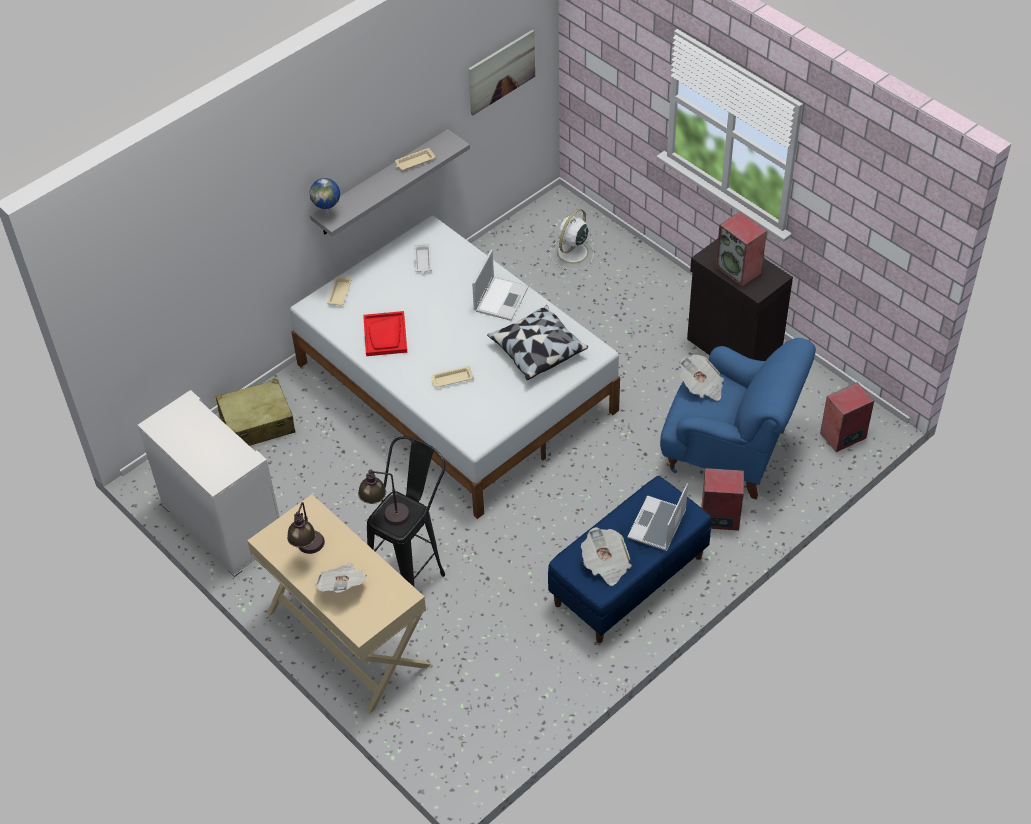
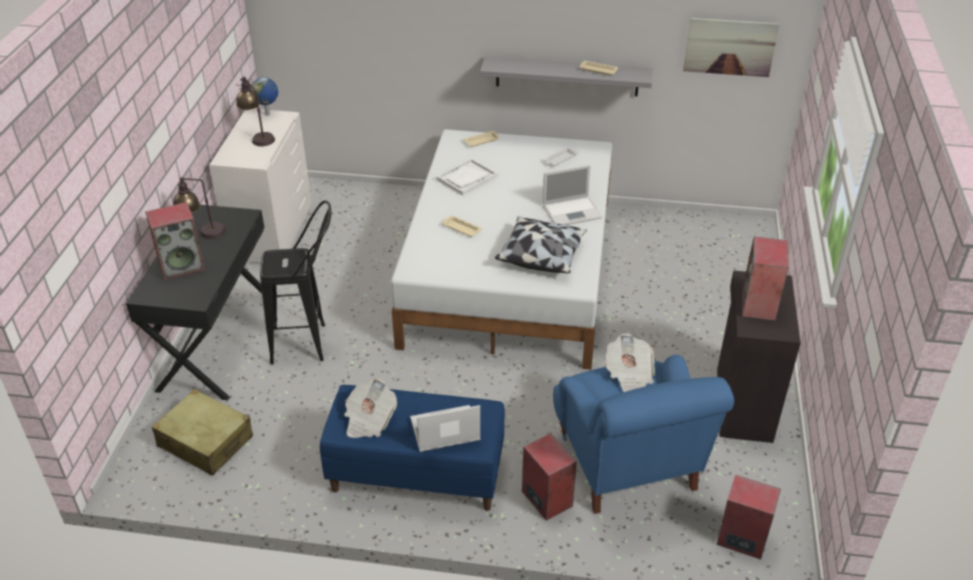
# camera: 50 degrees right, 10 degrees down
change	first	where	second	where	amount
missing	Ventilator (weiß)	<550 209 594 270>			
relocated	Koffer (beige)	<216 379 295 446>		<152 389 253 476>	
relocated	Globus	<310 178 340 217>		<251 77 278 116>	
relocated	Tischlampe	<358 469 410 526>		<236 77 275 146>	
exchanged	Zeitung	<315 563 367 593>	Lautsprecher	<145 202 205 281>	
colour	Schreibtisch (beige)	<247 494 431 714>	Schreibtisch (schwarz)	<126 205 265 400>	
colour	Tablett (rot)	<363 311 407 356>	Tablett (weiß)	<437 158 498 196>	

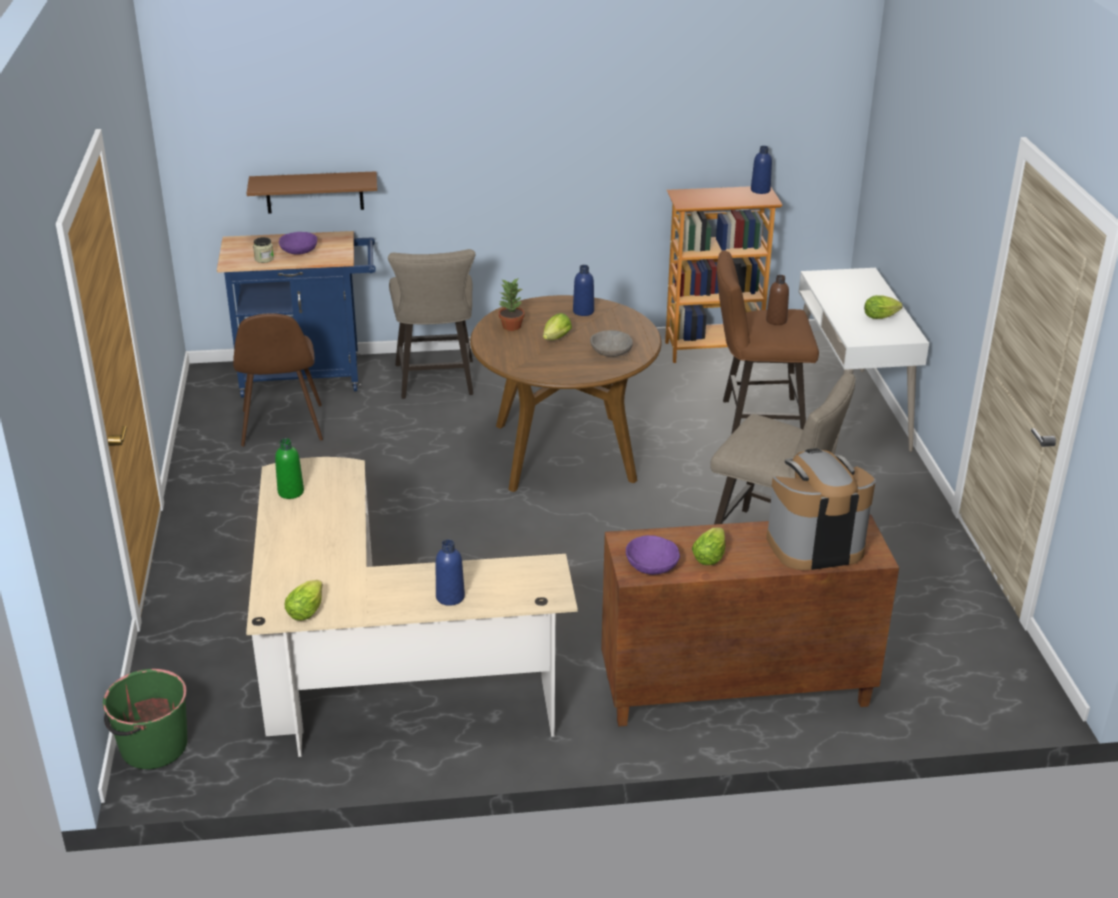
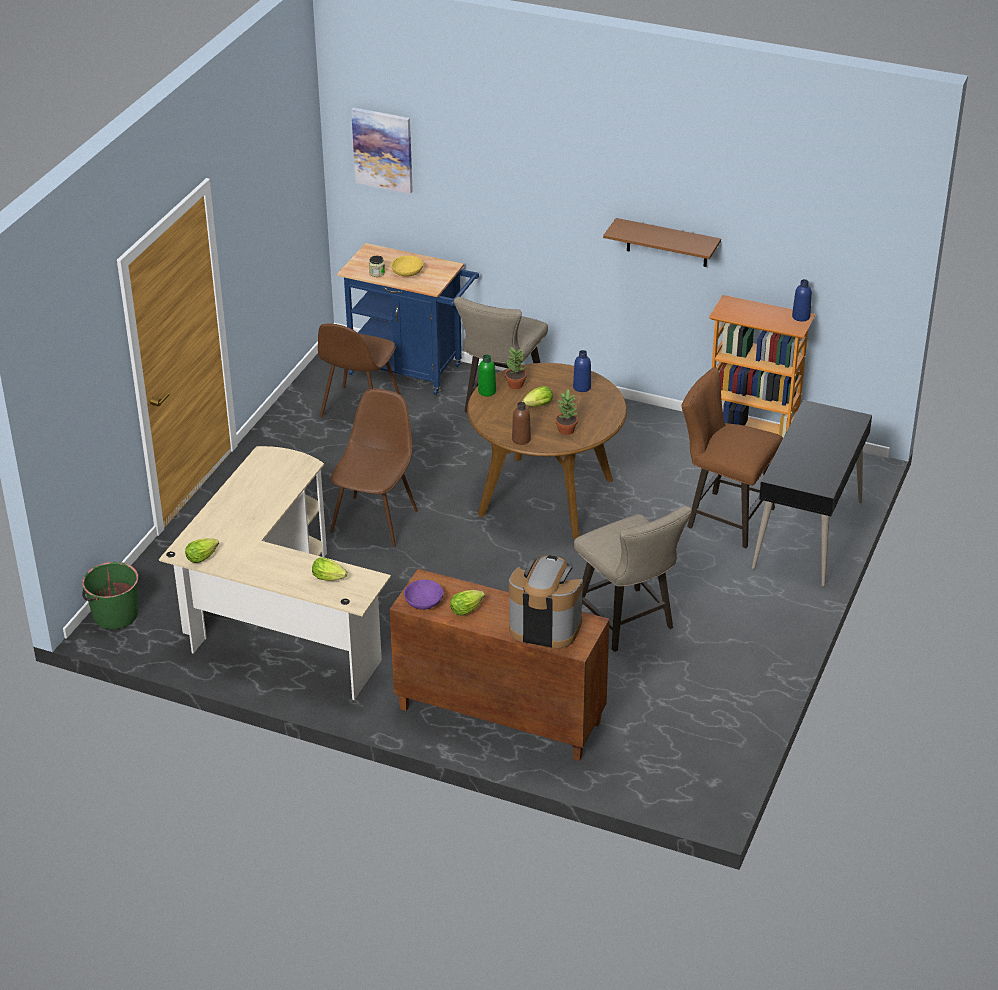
# camera: 30 degrees right, 5 degrees up
change	first	where	second	where	amount
missing	Flasche (blau)	<436 540 465 606>			
appeared			Stuhl (braun)	<330 388 418 547>	
appeared			Bild	<351 107 413 194>	
relocated	Wandregal (braun)	<247 171 377 214>		<603 218 721 267>	
relocated	Flasche (grün)	<275 438 304 499>		<478 354 496 396>	
relocated	Flasche (braun)	<766 275 789 325>		<512 402 531 445>	
relocated	Salatkopf	<864 295 903 319>		<312 557 348 581>	
exchanged	Schüssel (grau)	<590 330 633 357>	Topfpflanze	<555 390 578 435>	
colour	Schüssel (lila)	<279 232 317 255>	Schüssel (gelb)	<391 256 423 277>	
colour	Schreibtisch (weiß)	<794 268 929 454>	Schreibtisch (schwarz)	<752 400 872 587>	

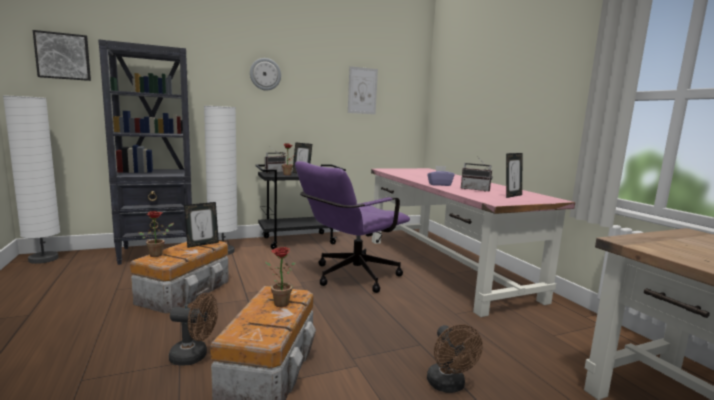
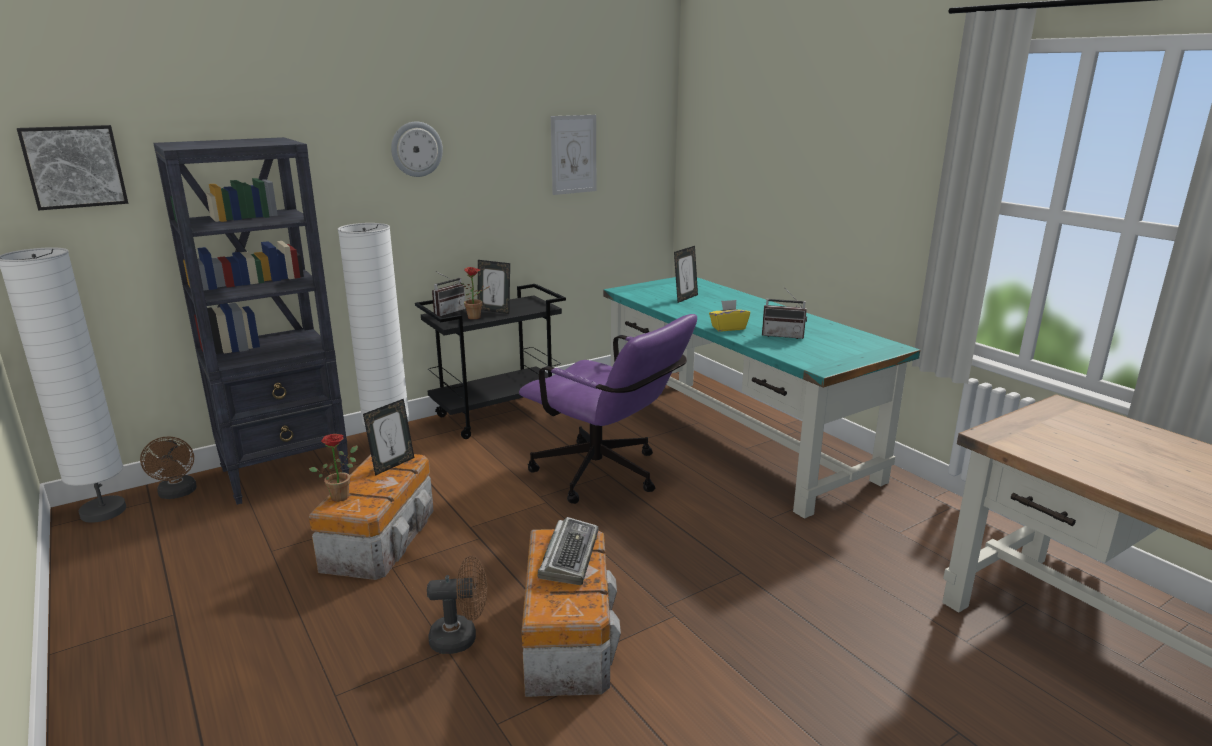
# camera: 10 degrees left, 10 degrees up
change	first	where	second	where	amount
relocated	Ventilator (braun)	<427 324 483 393>		<140 436 197 499>	
relocated	Bilderrahmen	<506 153 522 198>		<674 246 698 303>	
exchanged	Topfpflanze	<265 247 296 307>	Tastatur	<537 517 599 585>	
colour	Schreibtisch (rosa)	<371 168 575 317>	Schreibtisch (türkis)	<603 277 921 519>	
colour	Taschentuchbox (lila)	<427 166 455 186>	Taschentuchbox (gelb)	<709 300 750 331>	
spun	Bürostuhl (lila)	<295 161 410 293>		<519 314 697 504>	90 degrees counterclockwise

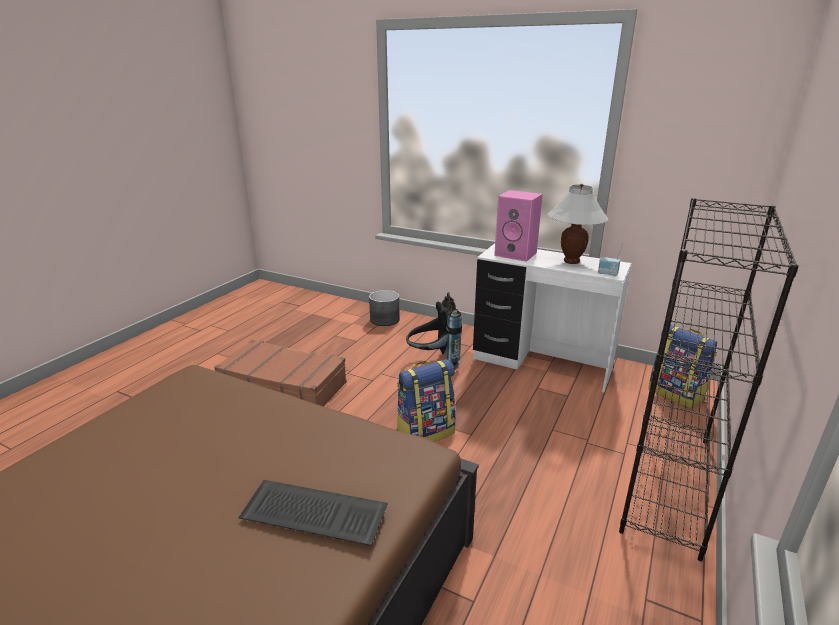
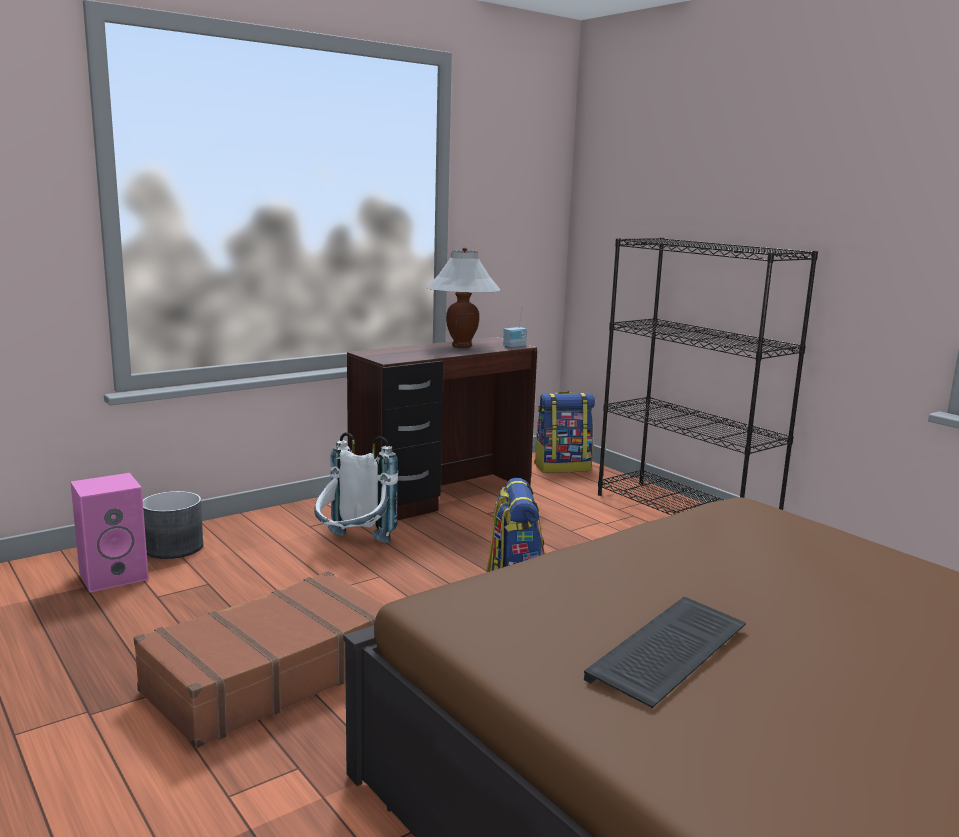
# camera: 65 degrees left, 10 degrees down
change	first	where	second	where	amount
relocated	Tastatur	<238 480 388 546>		<584 596 746 708>	
relocated	Lautsprecher (rosa)	<494 190 543 262>		<71 473 149 593>	
colour	Rucksack (schwarz)	<406 292 462 369>	Rucksack (weiß)	<314 432 398 543>	
colour	Schreibtisch (weiß)	<473 243 632 393>	Schreibtisch (braun)	<347 337 537 521>	

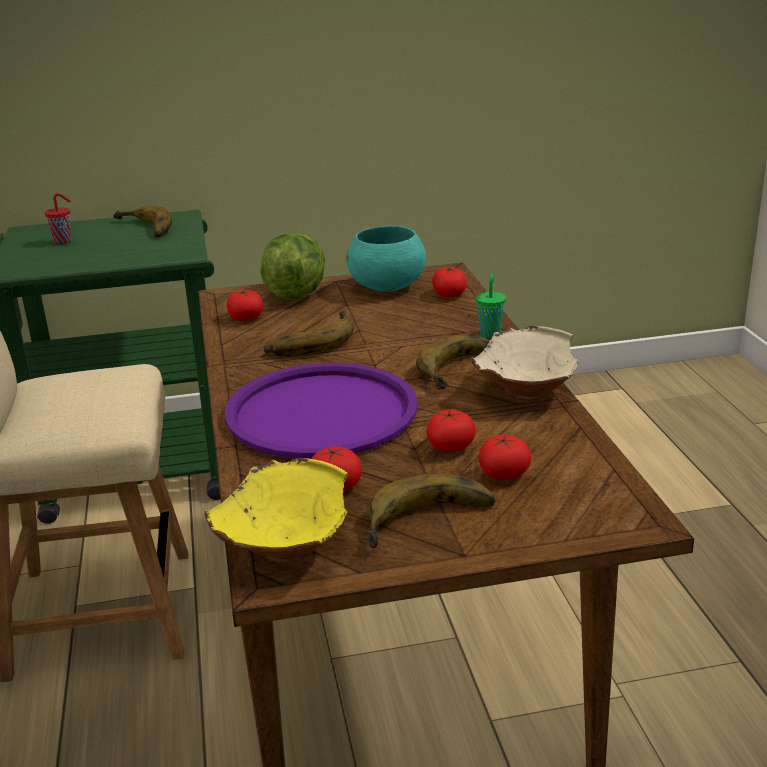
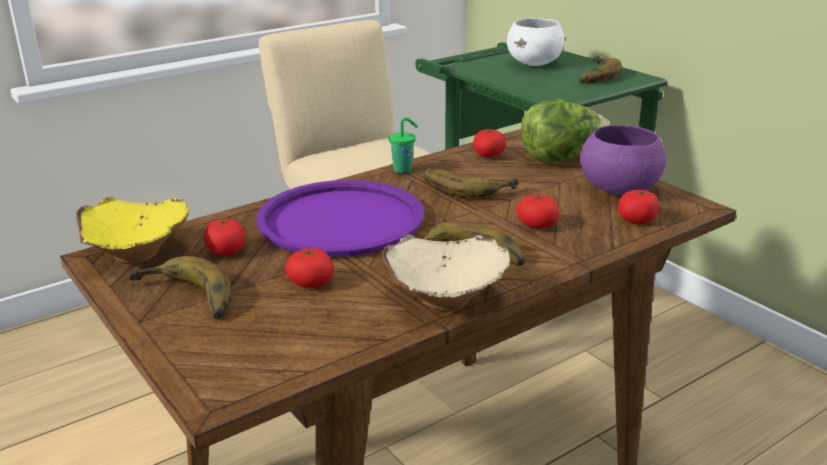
# camera: 65 degrees right, 0 degrees up
change	first	where	second	where	amount
relocated	Tasse (grün)	<475 274 506 338>		<389 117 418 173>	
relocated	Tomate	<478 434 531 480>		<516 194 559 229>	
exchanged	Tasse (rot)	<45 193 71 244>	Schüssel (weiß)	<507 18 565 66>	
colour	Schüssel (türkis)	<346 226 426 291>	Schüssel (lila)	<580 125 666 195>	

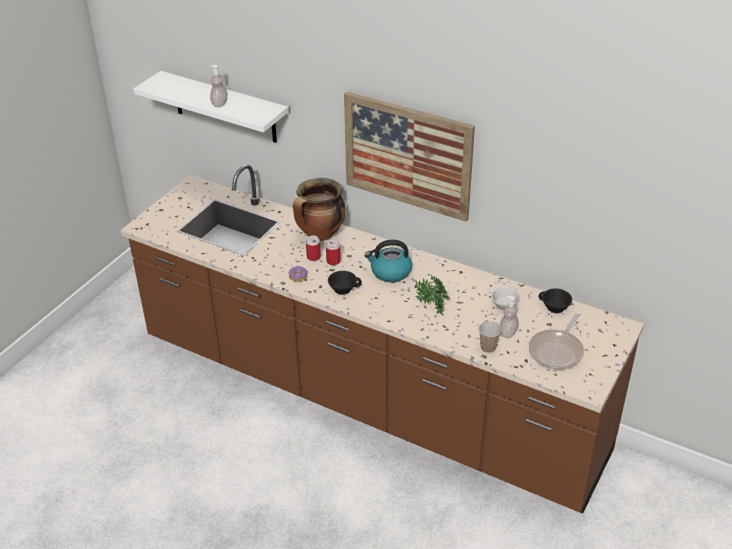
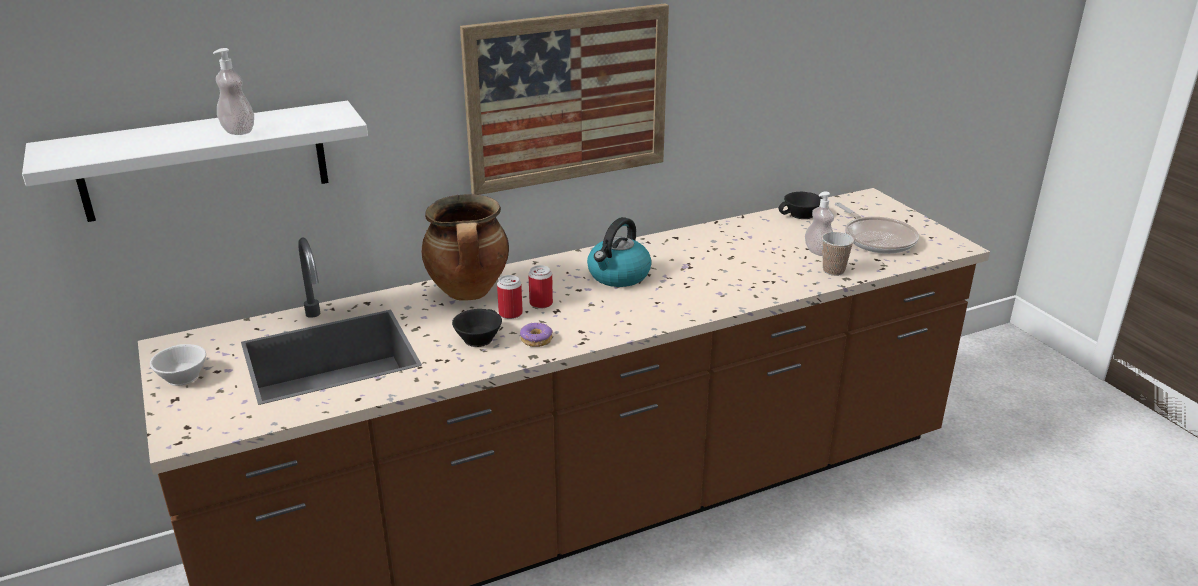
# camera: 55 degrees left, 10 degrees down
change	first	where	second	where	amount
missing	Topfpflanze	<414 275 450 315>			
relocated	Tasse (schwarz)	<328 271 362 295>		<452 309 502 347>	
relocated	Tasse (weiß)	<491 286 521 311>		<150 344 206 386>	

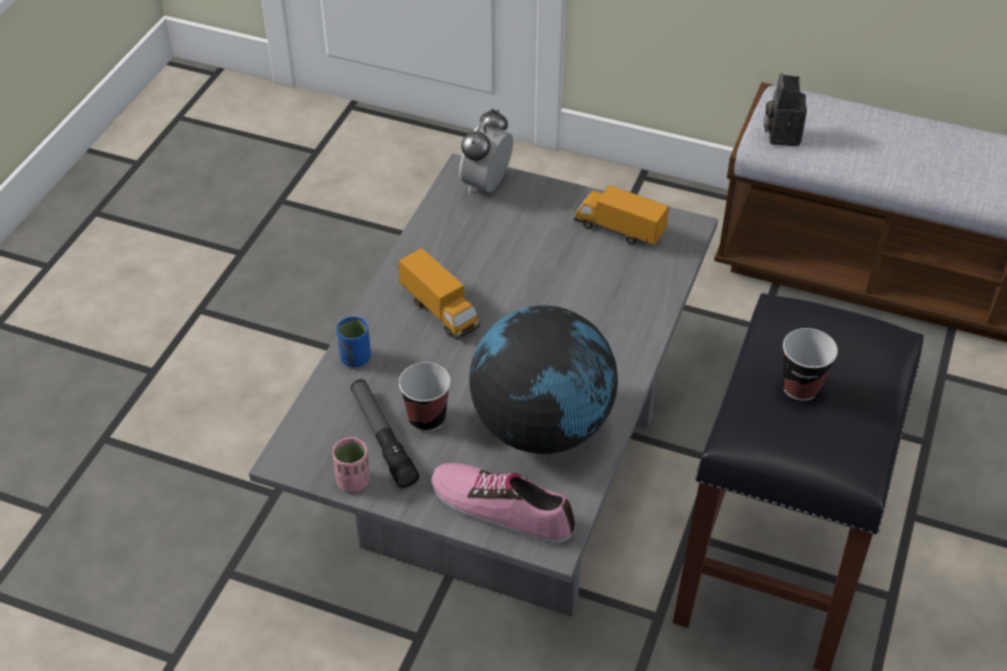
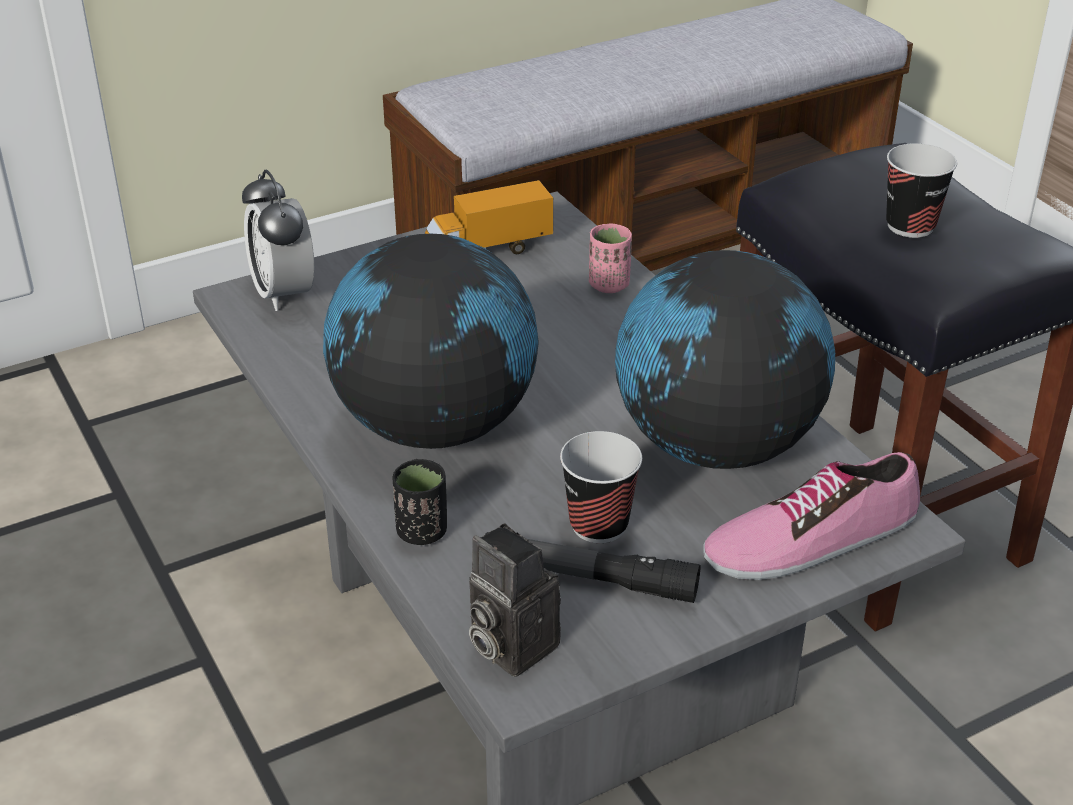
# camera: 50 degrees left, 10 degrees down
change	first	where	second	where	amount
relocated	Tasse (rosa)	<333 437 370 492>		<589 223 632 293>	
relocated	Kamera	<763 73 807 146>		<469 523 561 677>	
exchanged	Spielzeuglaster	<398 248 480 340>	Globus	<323 234 539 449>	
colour	Tasse (blau)	<336 316 371 367>	Tasse (schwarz)	<392 459 447 545>	

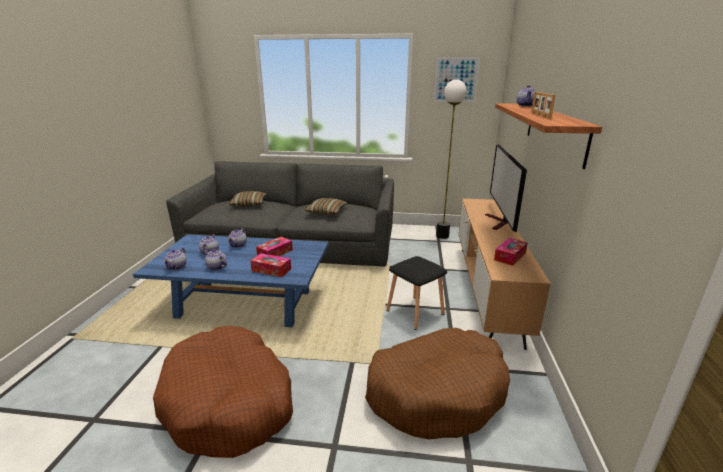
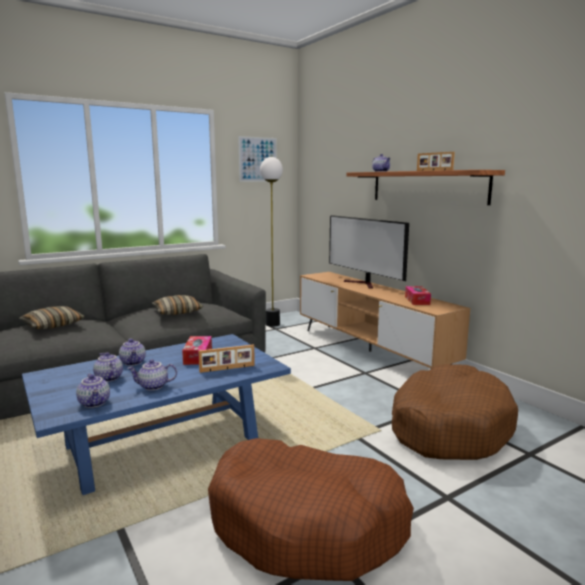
# camera: 40 degrees left, 10 degrees down
change	first	where	second	where	amount
missing	Hocker (schwarz)	<386 256 447 330>			
exchanged	Taschentuchbox	<250 253 291 277>	Bilderrahmen	<198 344 255 373>	

